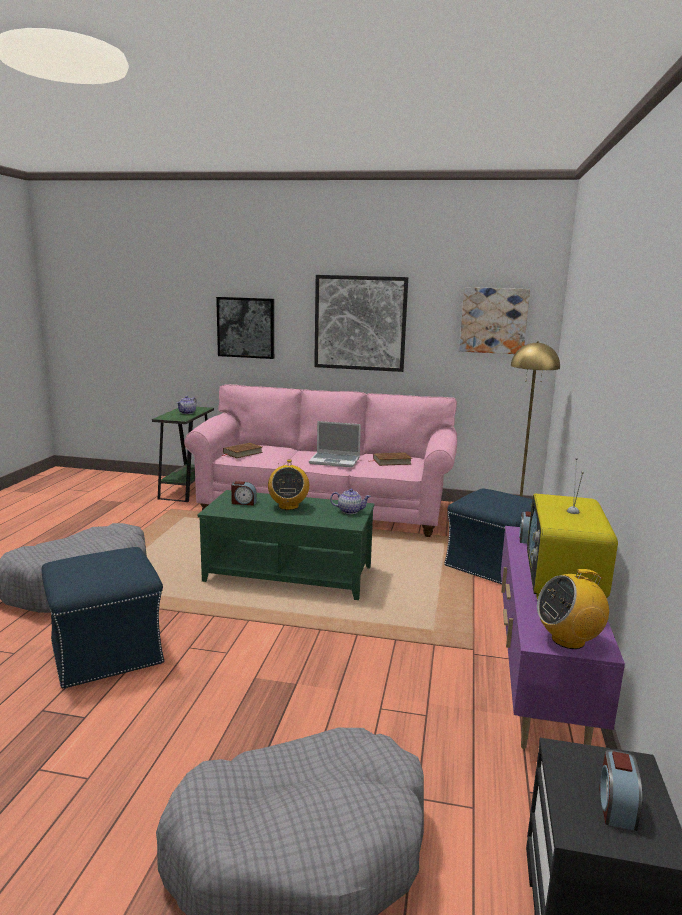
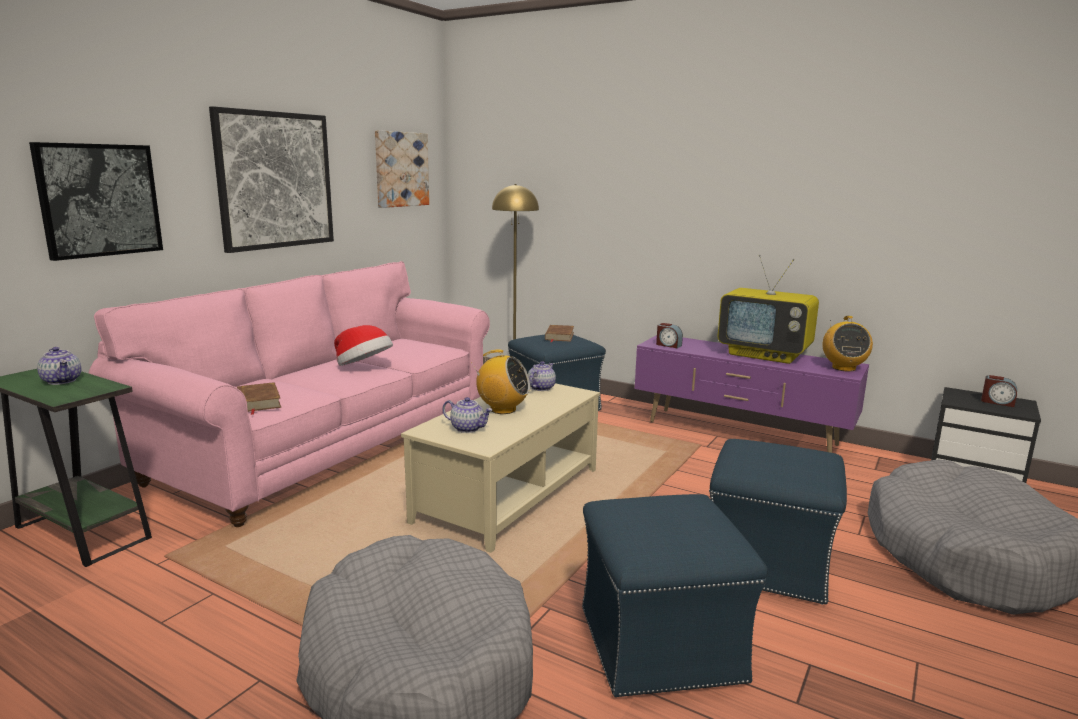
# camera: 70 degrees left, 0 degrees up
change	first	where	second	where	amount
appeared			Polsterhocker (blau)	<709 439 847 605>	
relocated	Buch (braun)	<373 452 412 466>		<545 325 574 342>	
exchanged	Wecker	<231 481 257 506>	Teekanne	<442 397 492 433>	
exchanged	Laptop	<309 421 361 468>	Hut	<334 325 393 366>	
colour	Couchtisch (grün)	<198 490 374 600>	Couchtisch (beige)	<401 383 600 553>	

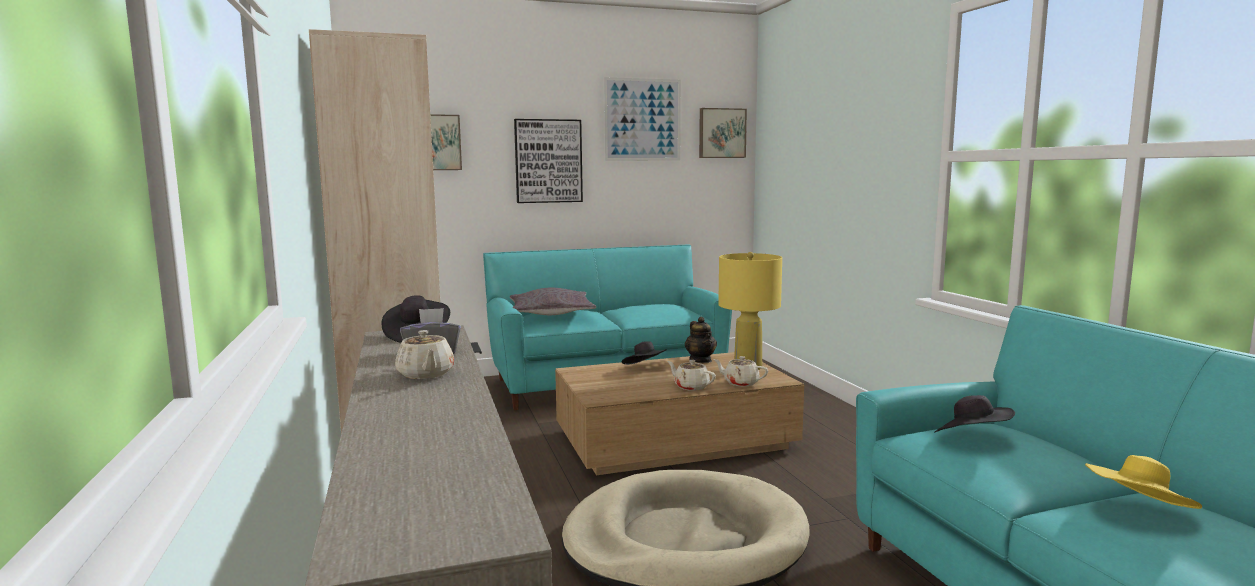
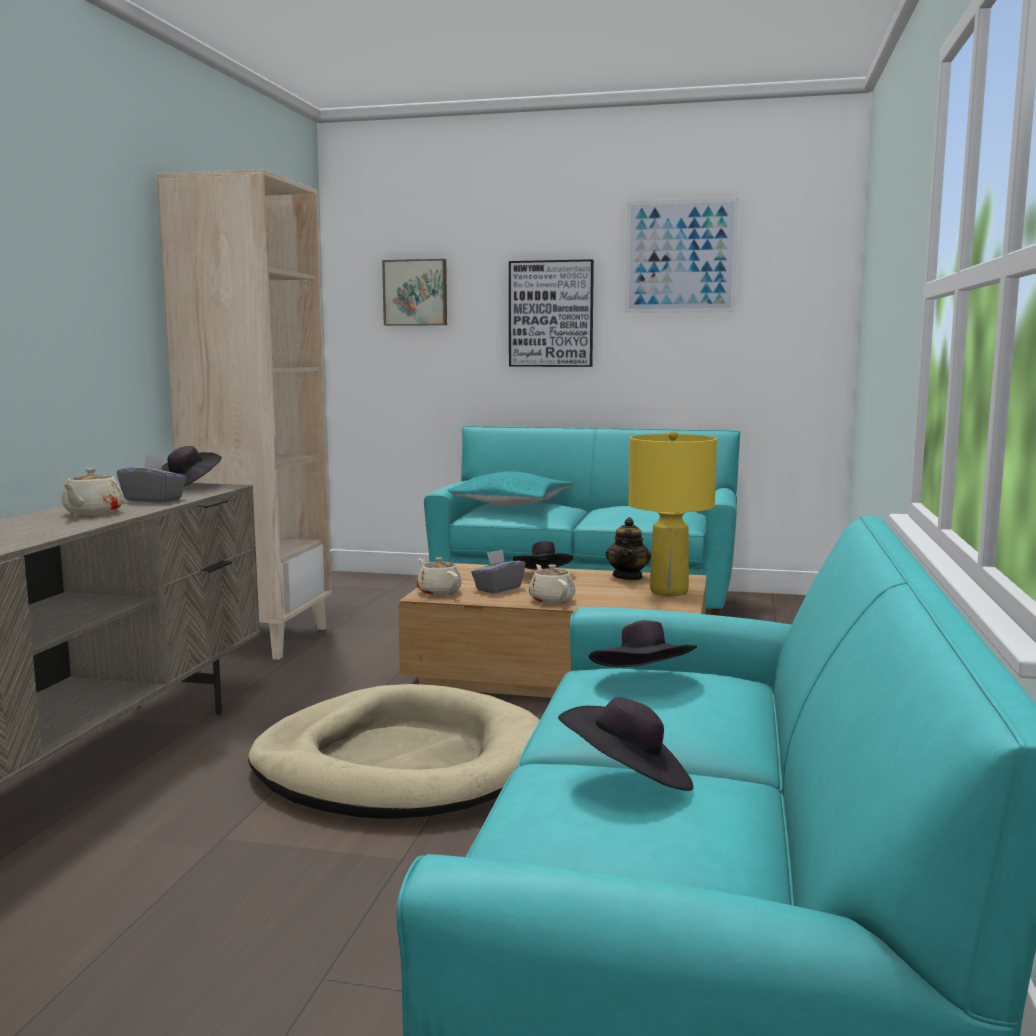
# camera: 30 degrees right, 0 degrees up
change	first	where	second	where	amount
missing	Bild	<699 108 747 158>			
appeared			Taschentuchbox (grau)	<471 549 525 594>	
relocated	Teekanne (beige)	<713 356 768 386>		<417 557 462 596>	
colour	Kissen (grau)	<510 288 596 315>	Kissen (türkis)	<447 471 573 505>	
colour	Hut (gelb)	<1085 455 1202 509>	Hut (schwarz)	<558 697 694 791>	

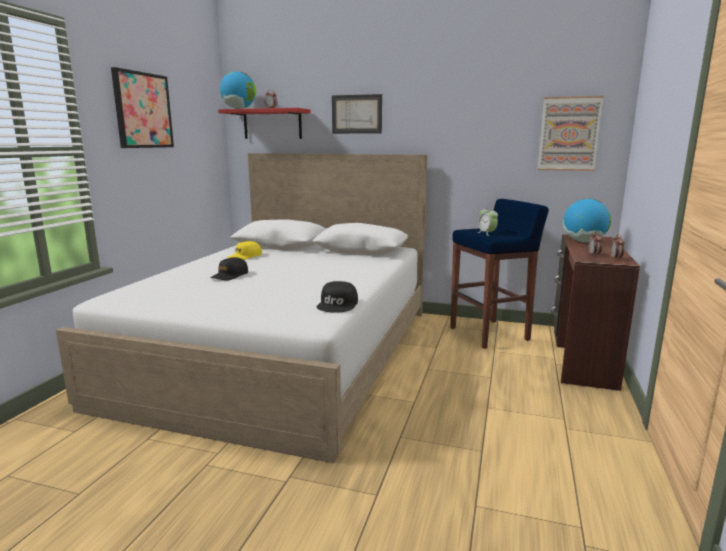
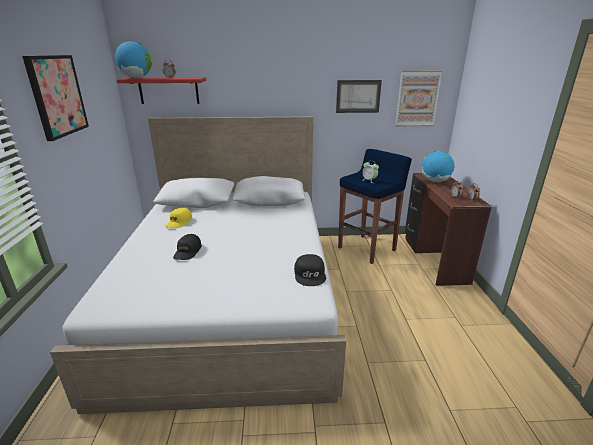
# camera: 20 degrees left, 10 degrees up
change	first	where	second	where	amount
relocated	Bild	<332 94 382 134>		<336 80 382 113>	

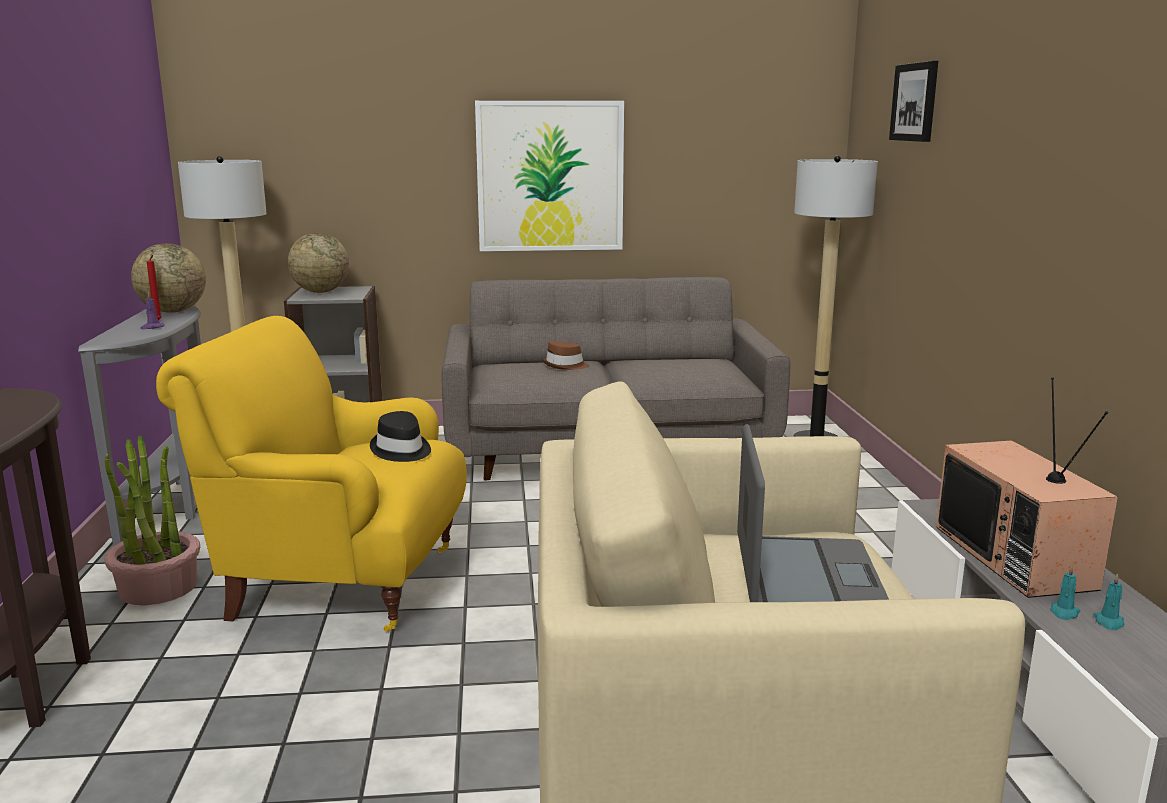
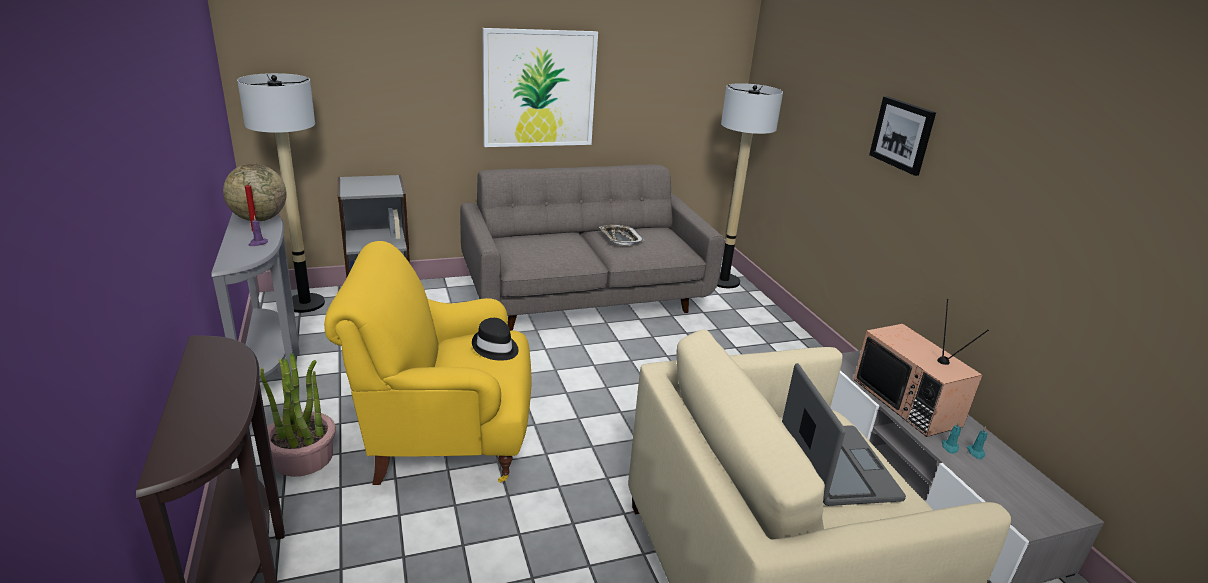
# camera: 15 degrees left, 10 degrees up
change	first	where	second	where	amount
missing	Globus	<288 233 349 293>			
missing	Hut (braun)	<542 341 589 370>			
appeared			Tablett	<599 225 644 245>	
relocated	Bild	<889 61 938 142>		<869 96 936 176>	

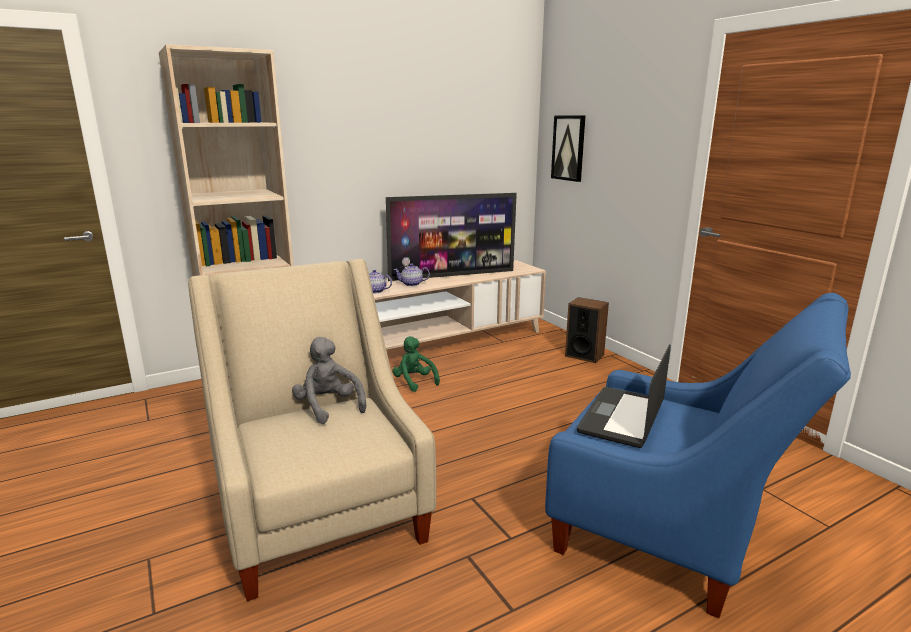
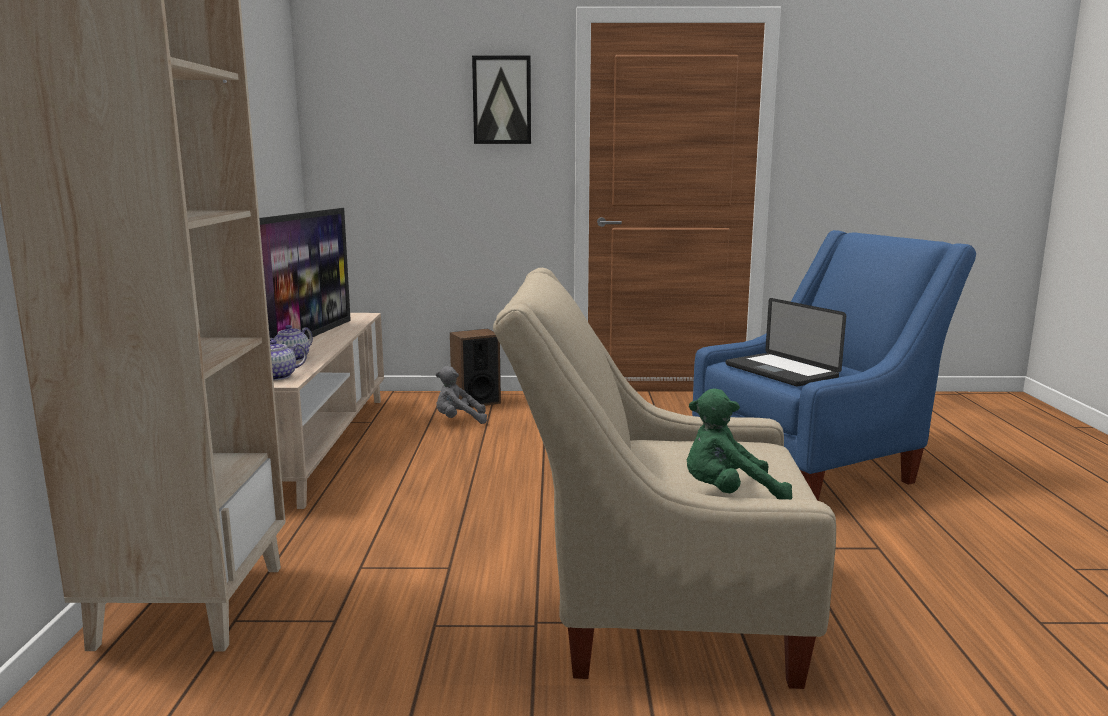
# camera: 60 degrees left, 5 degrees down
change	first	where	second	where	amount
relocated	Plüschtier (grau)	<292 337 366 424>		<436 366 487 424>	
relocated	Plüschtier (grün)	<392 336 440 392>		<687 389 792 499>	
relocated	Bild	<551 116 586 182>		<472 56 531 144>	

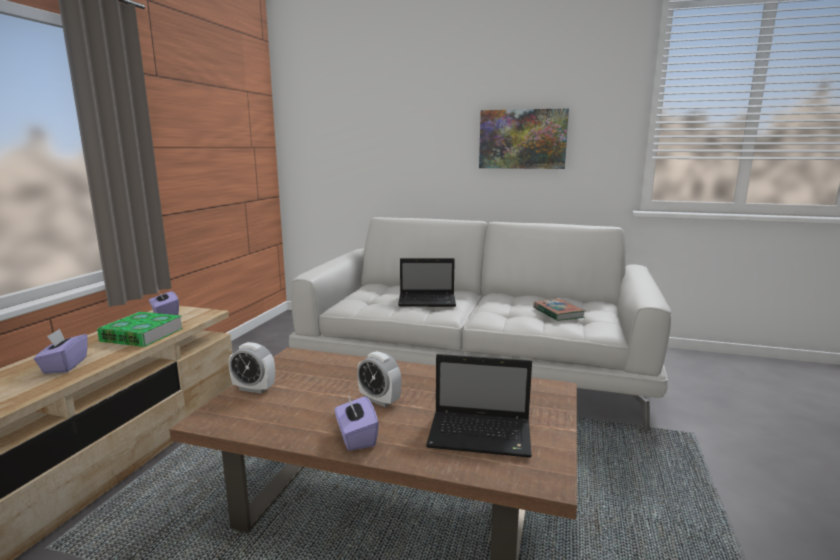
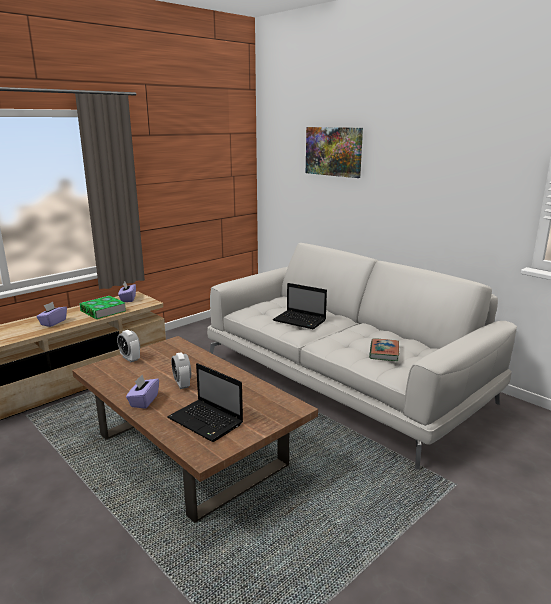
# camera: 30 degrees right, 5 degrees up
change	first	where	second	where	amount
relocated	Bild	<479 108 569 169>		<306 127 363 178>	

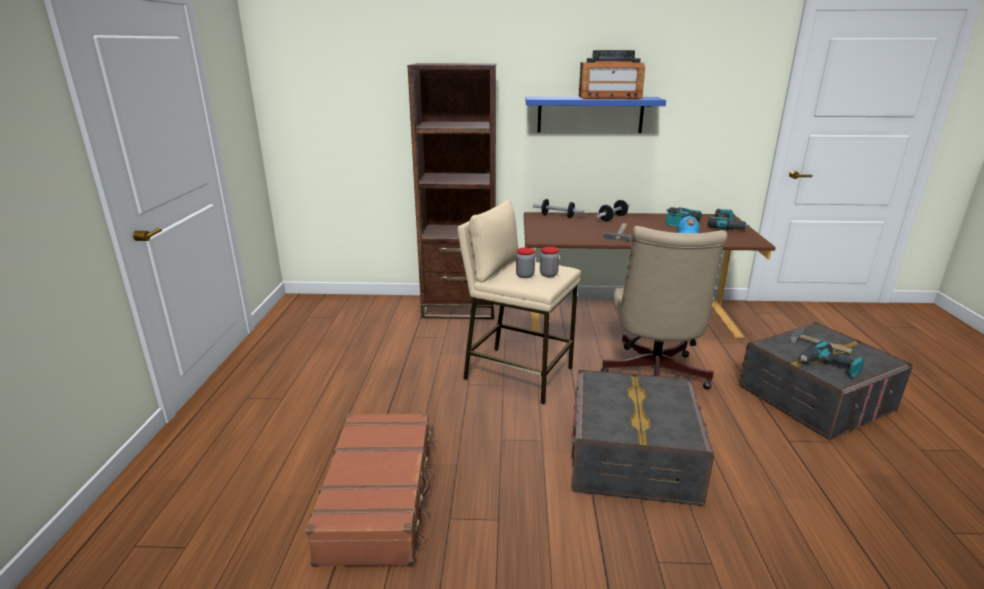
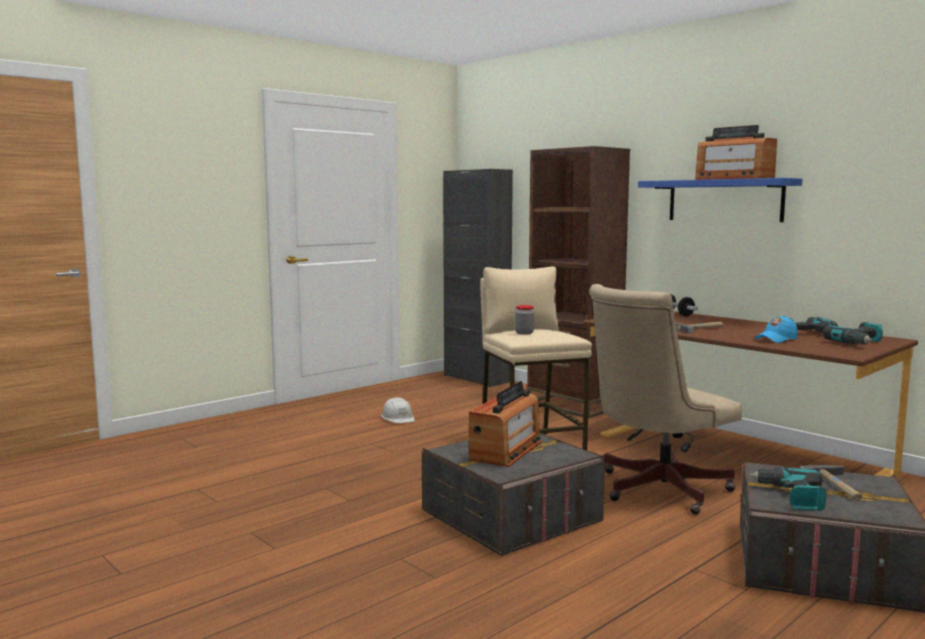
# camera: 45 degrees right, 15 degrees down
change	first	where	second	where	amount
missing	Koffer (braun)	<305 413 436 567>			
missing	Vorratsglas	<540 247 559 277>			
missing	Hantel	<597 200 630 221>			
appeared			Schutzhelm (weiß)	<381 397 415 423>	
appeared			Schrank (schwarz)	<443 169 513 387>	
appeared			Radio	<469 381 542 467>	

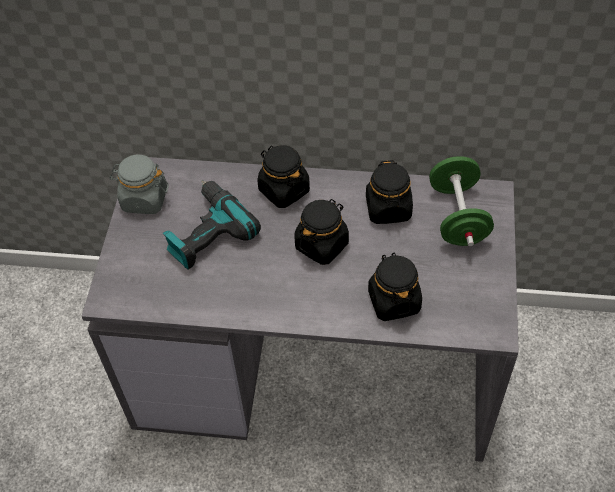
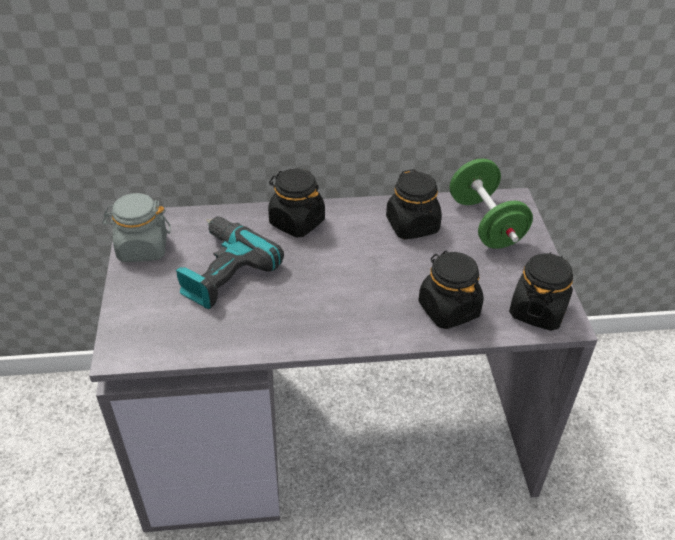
# camera: 15 degrees left, 10 degrees down
change	first	where	second	where	amount
relocated	Vorratsglas (schwarz)	<294 199 349 265>		<509 252 573 331>	

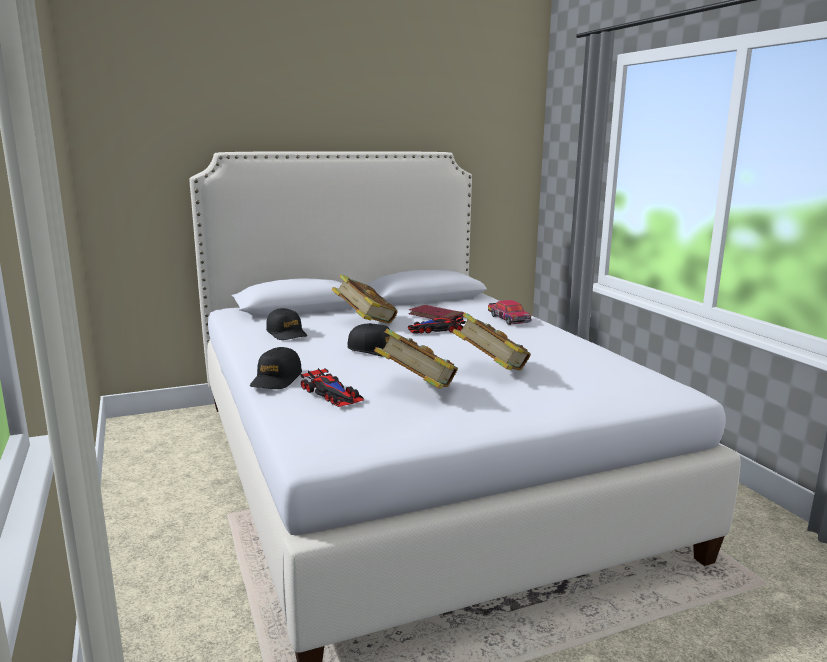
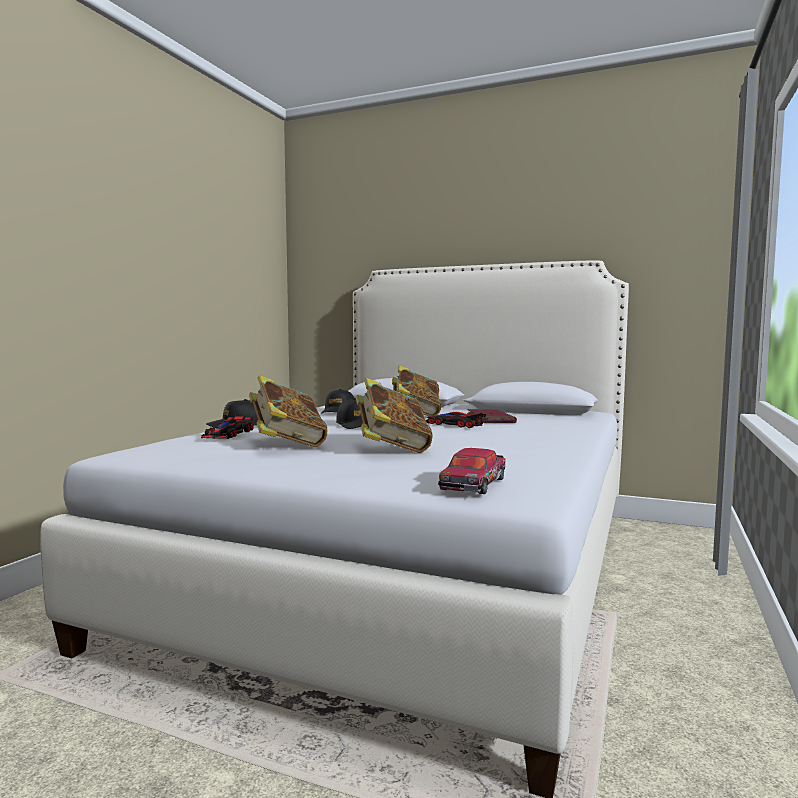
# camera: 45 degrees right, 10 degrees down
change	first	where	second	where	amount
relocated	Spielzeugauto	<488 300 532 325>		<438 448 505 494>	

